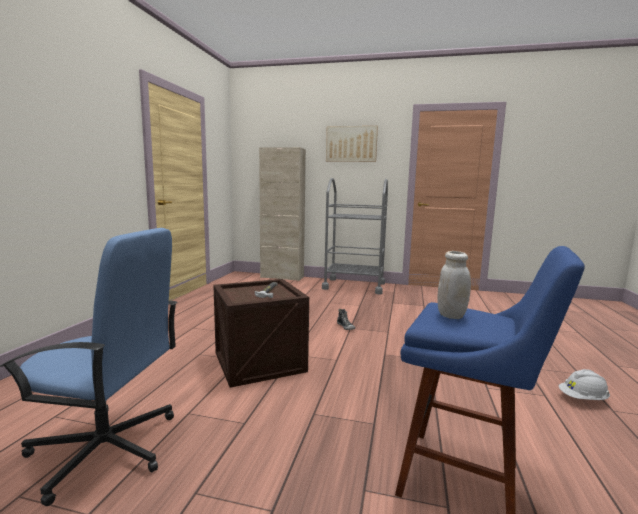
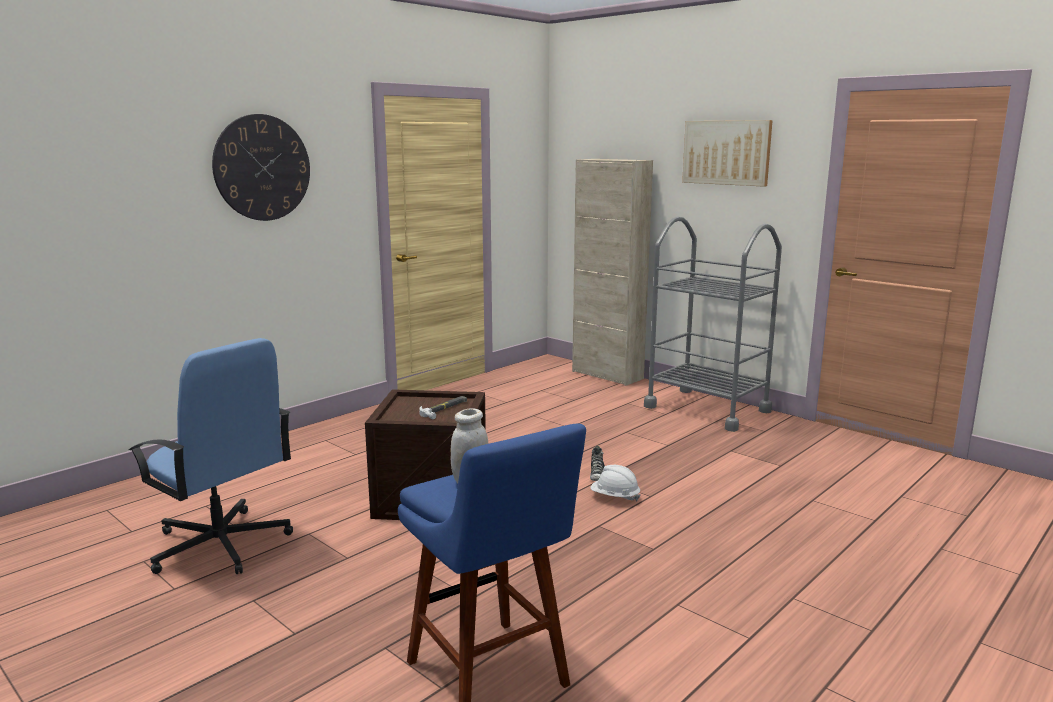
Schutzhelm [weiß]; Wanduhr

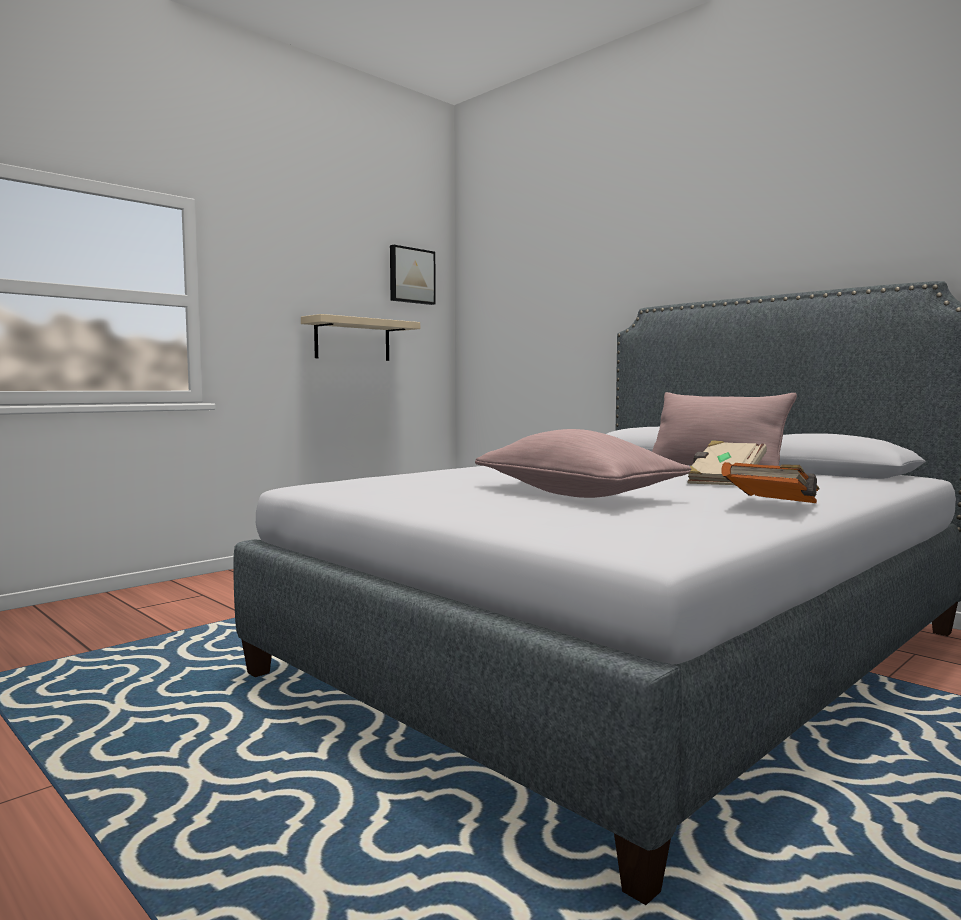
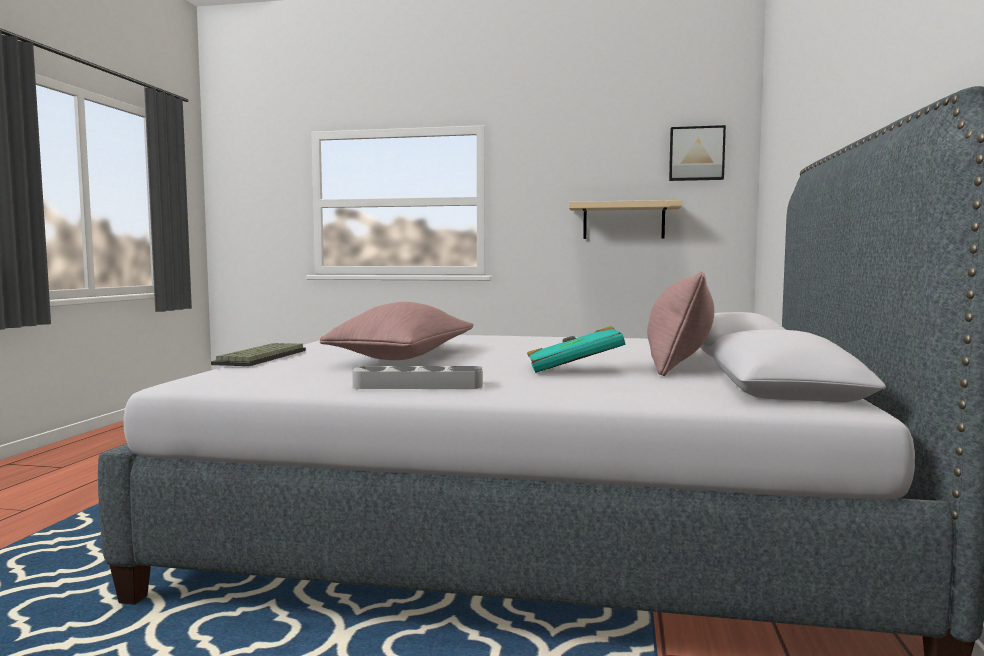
Buch [türkis]; Tablett [grau]; Tastatur

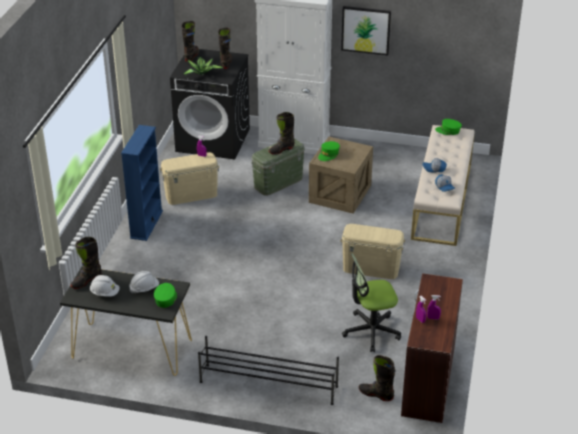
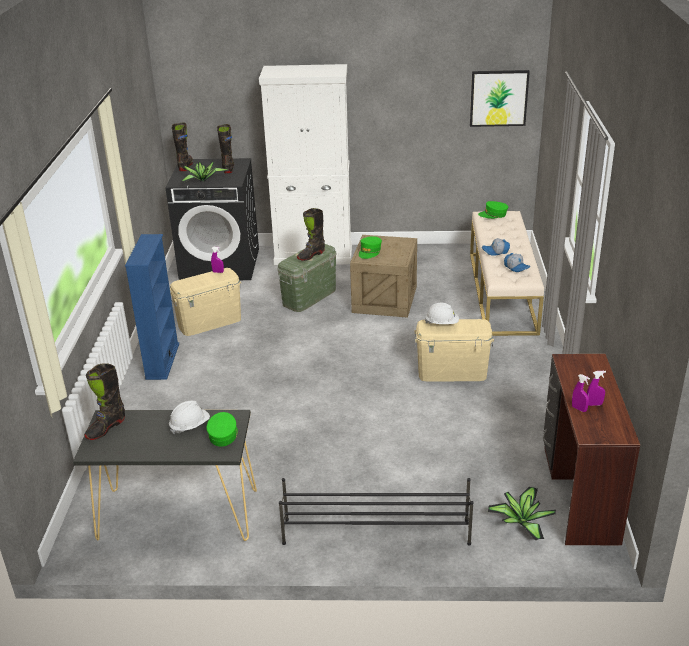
Schutzhelm [weiß] (no. 2 from left); Bild; Bürostuhl; Topfpflanze (no. 2 from left)

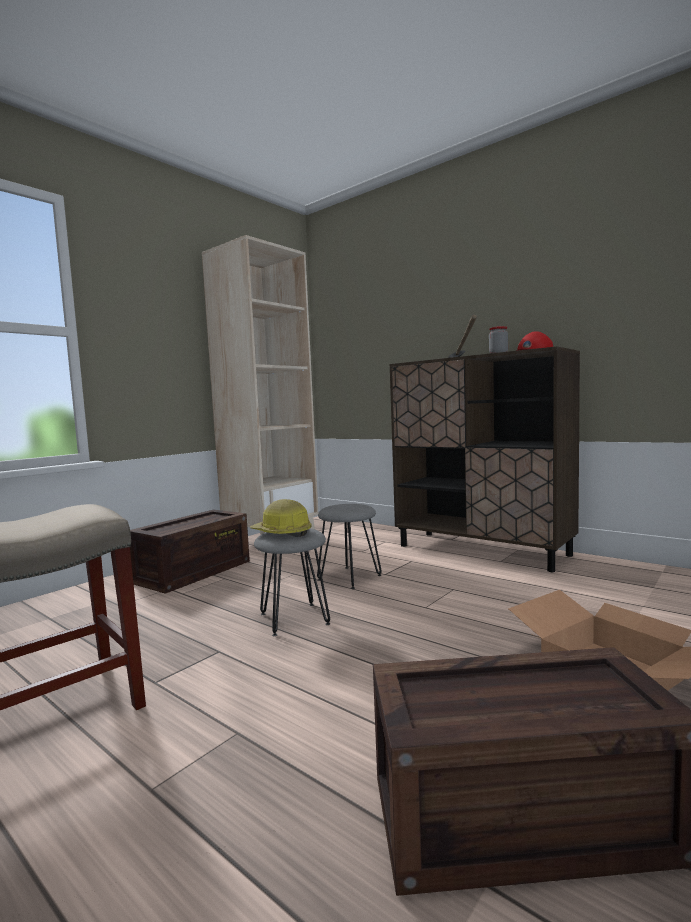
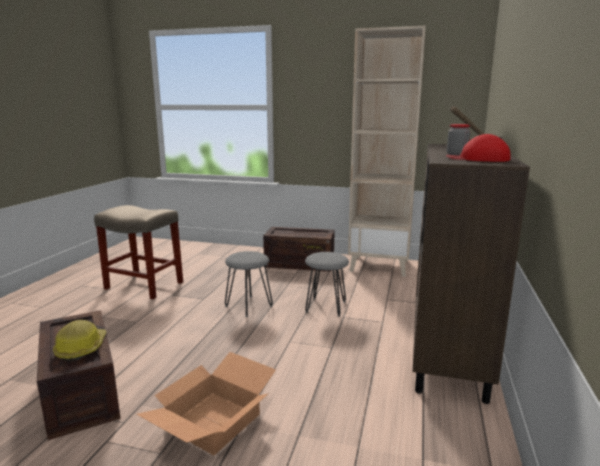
Schutzhelm

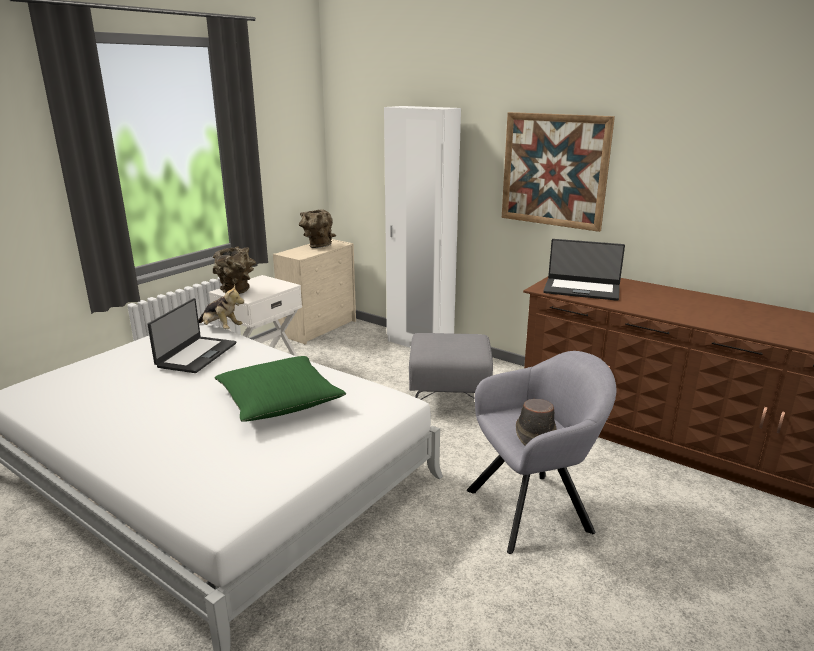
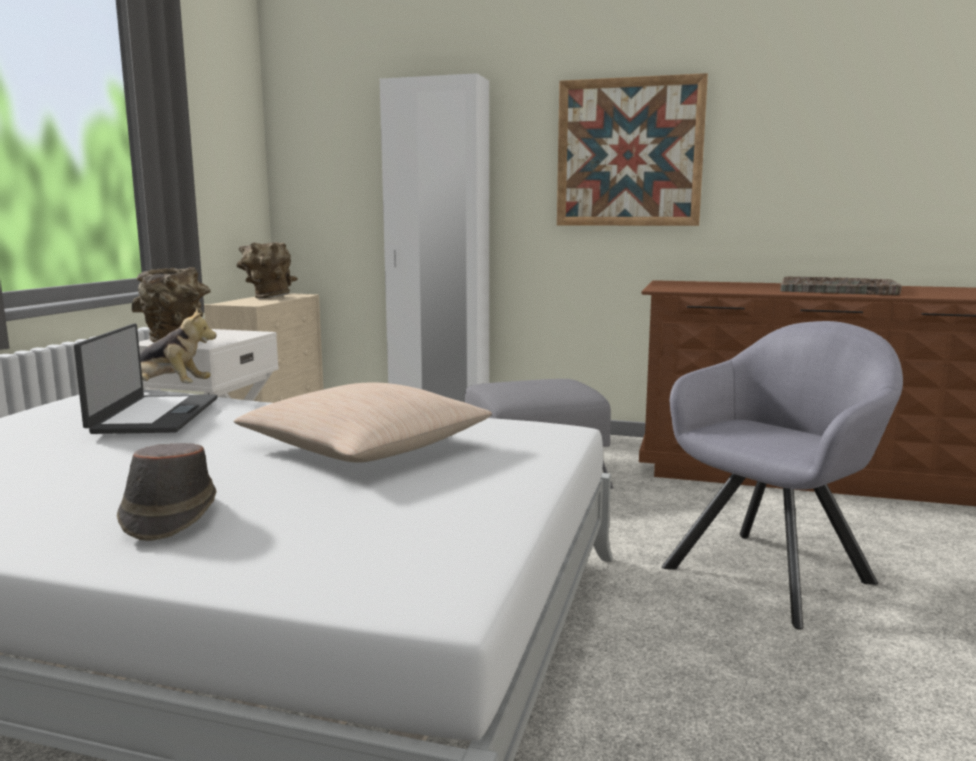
Kissen [beige]; Hut [braun]; Laptop (no. 2 from left in the first image); Tablett [grau]

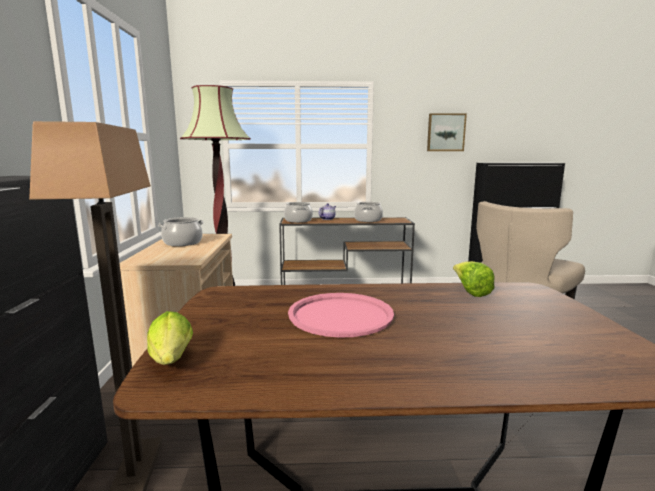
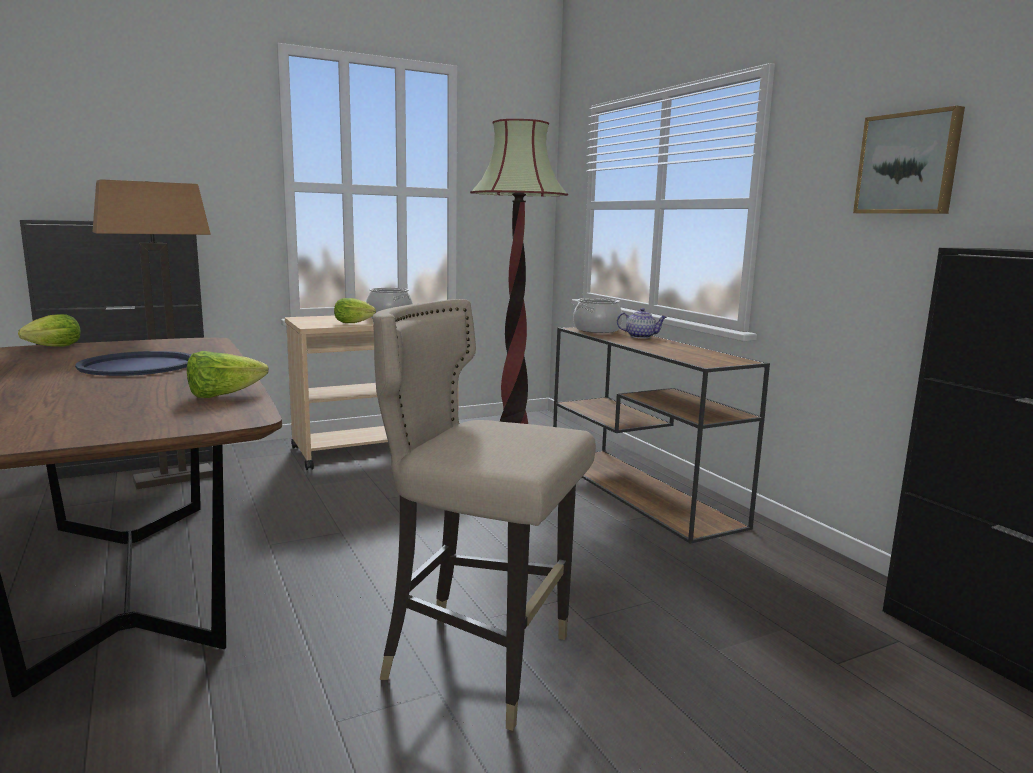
Tablett [blau]; Kochtopf (no. 3 from left in the first image); Salatkopf (no. 3 from left)

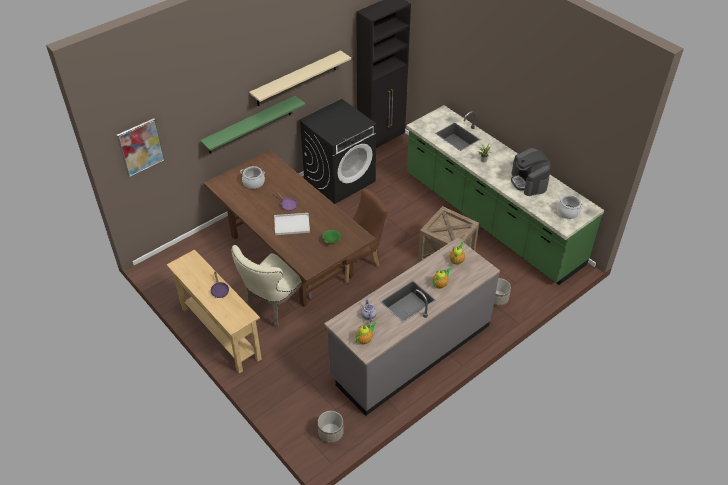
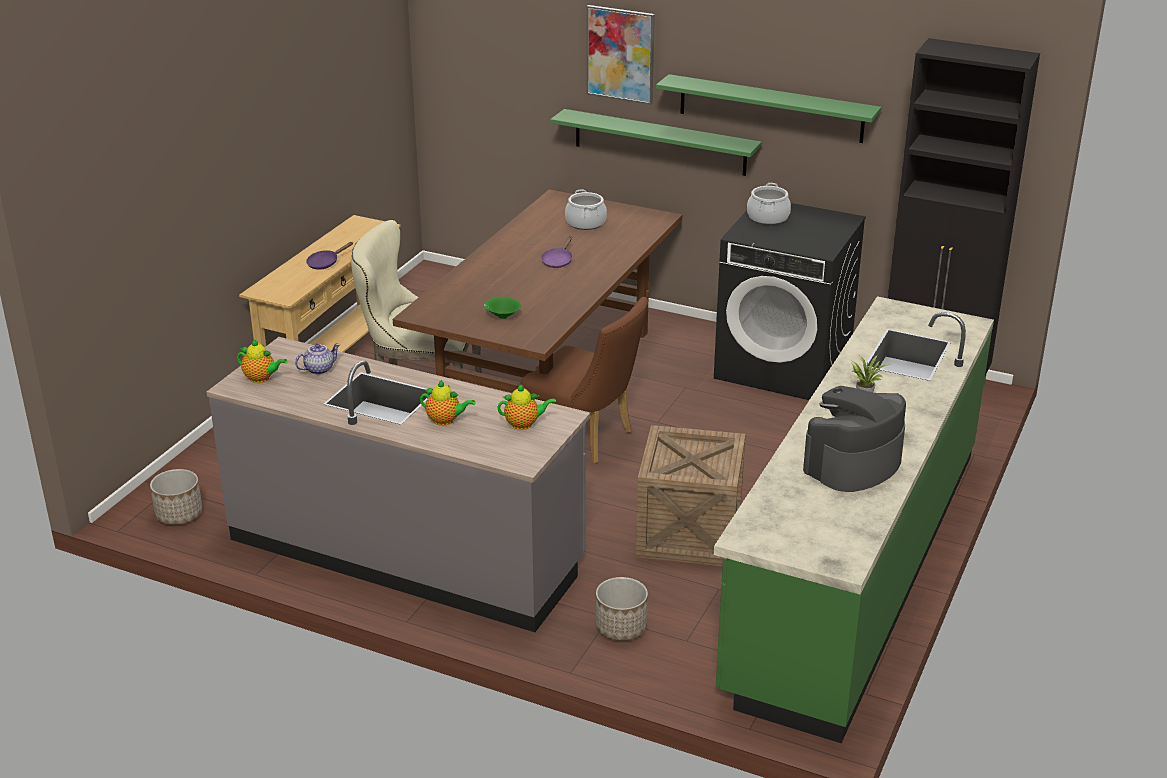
Bild; Wandregal [grün] (no. 2 from left); Tablett [weiß]; Kochtopf (no. 2 from left)

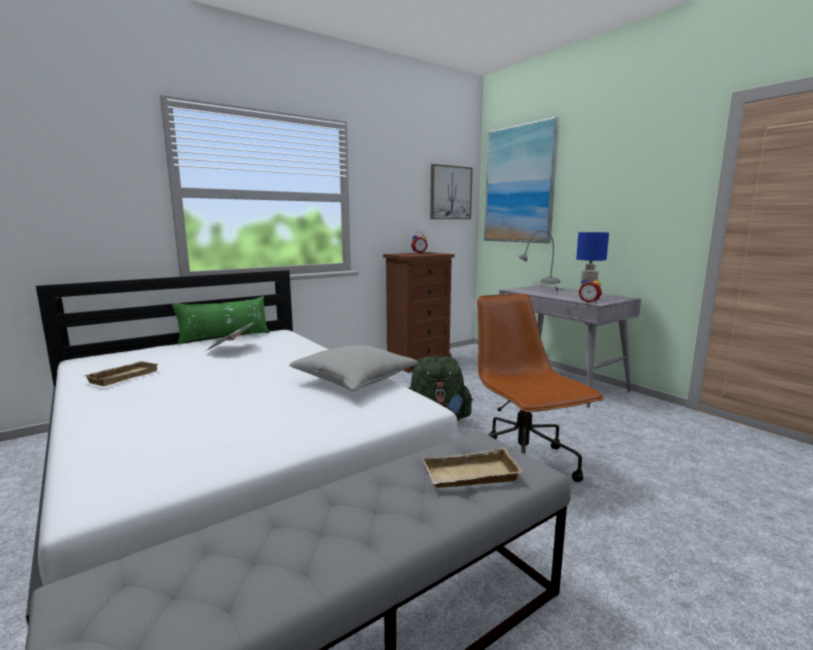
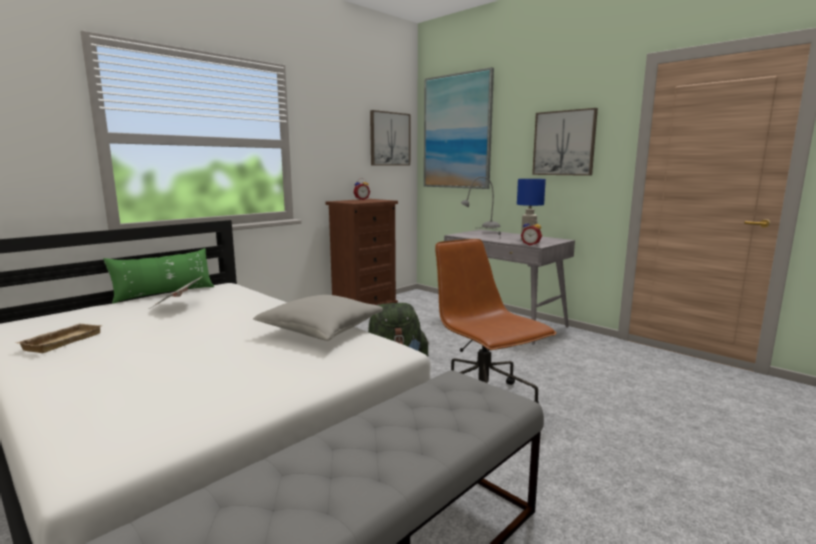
Tablett [beige] (no. 2 from left in the first image); Bild (no. 3 from left)

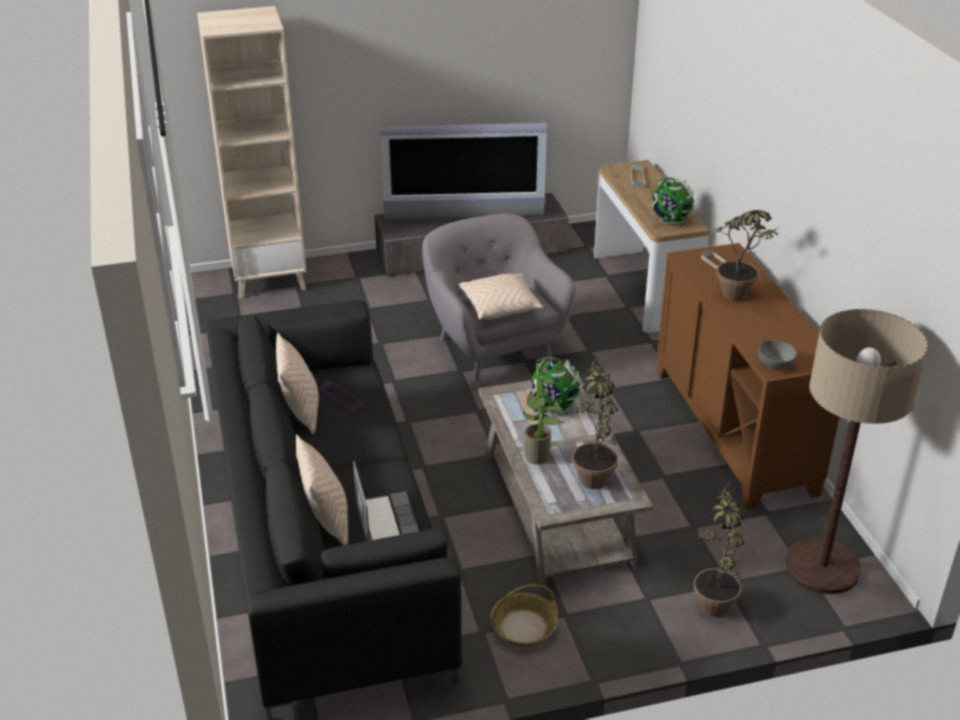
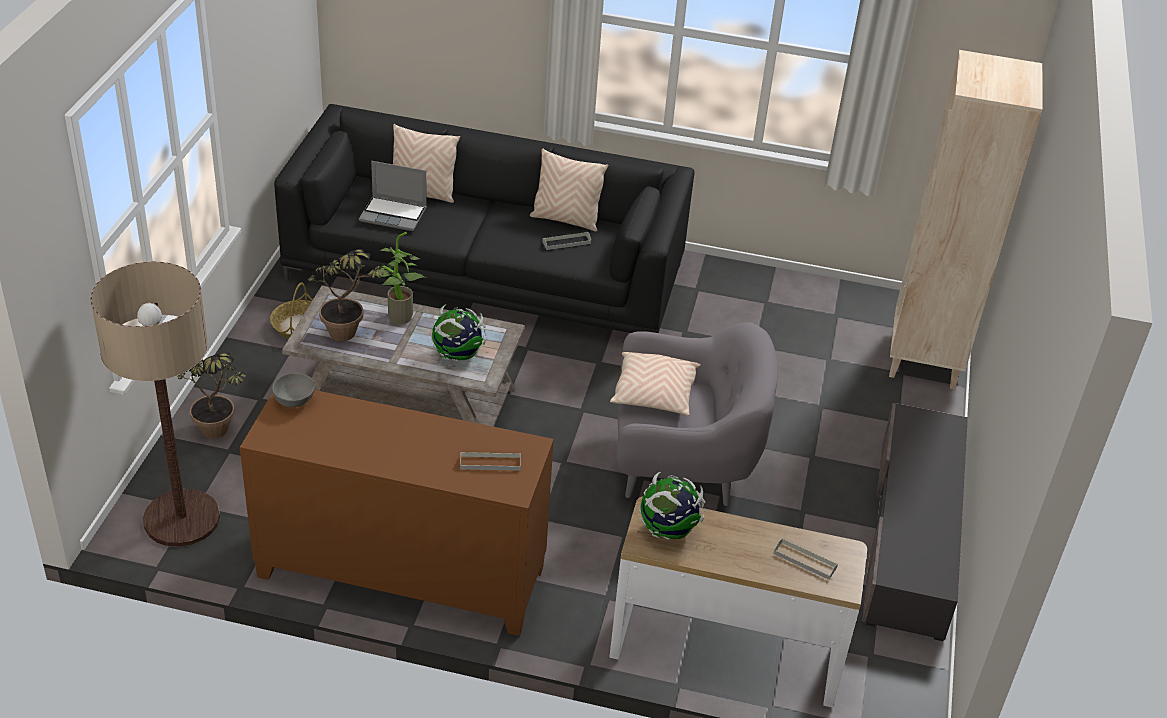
Tablett [grau] (no. 2 from left); Fernseher; Topfpflanze (no. 4 from left in the first image)

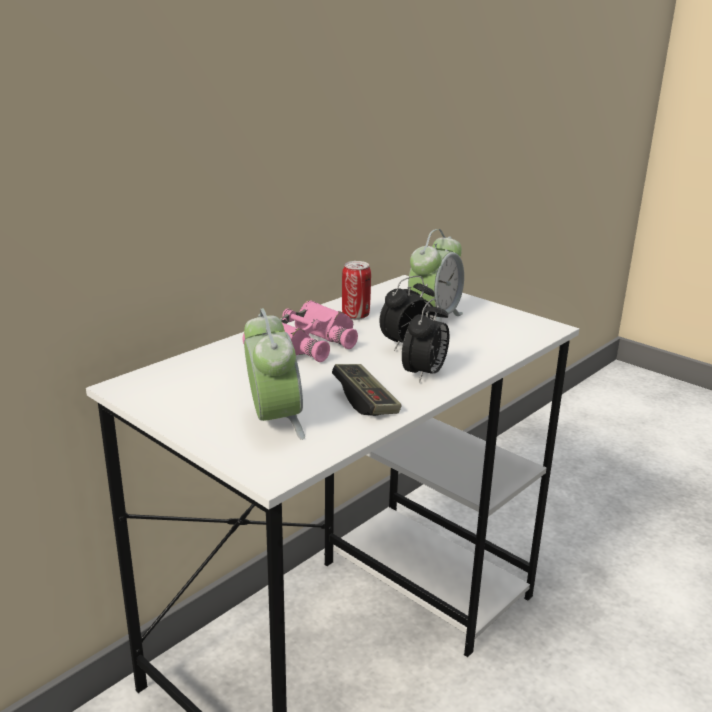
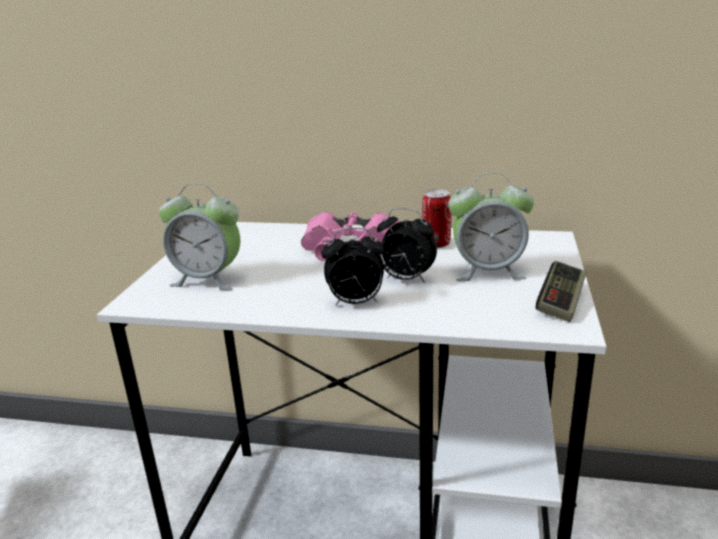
Wecker (no. 1 from left); Gamepad

